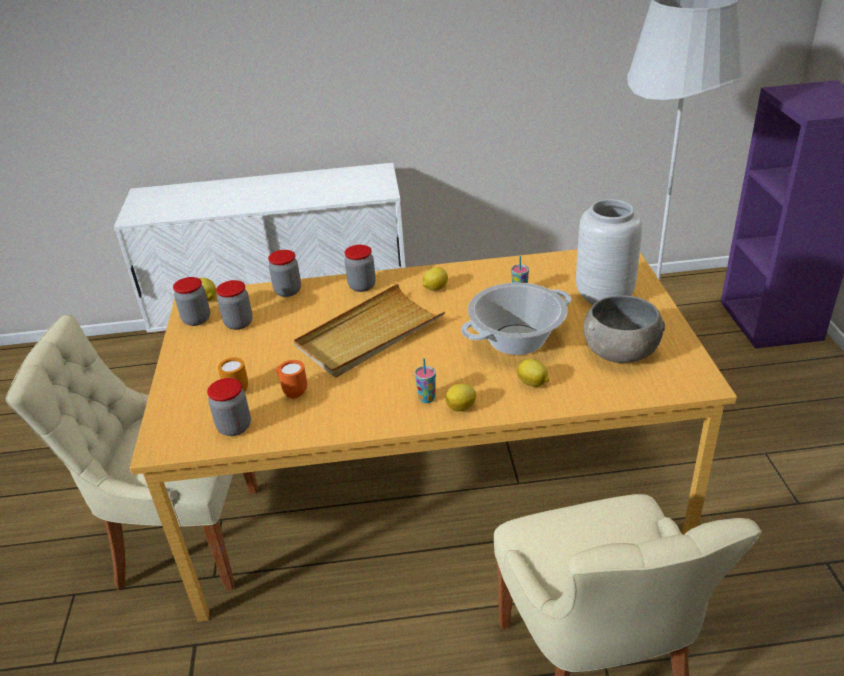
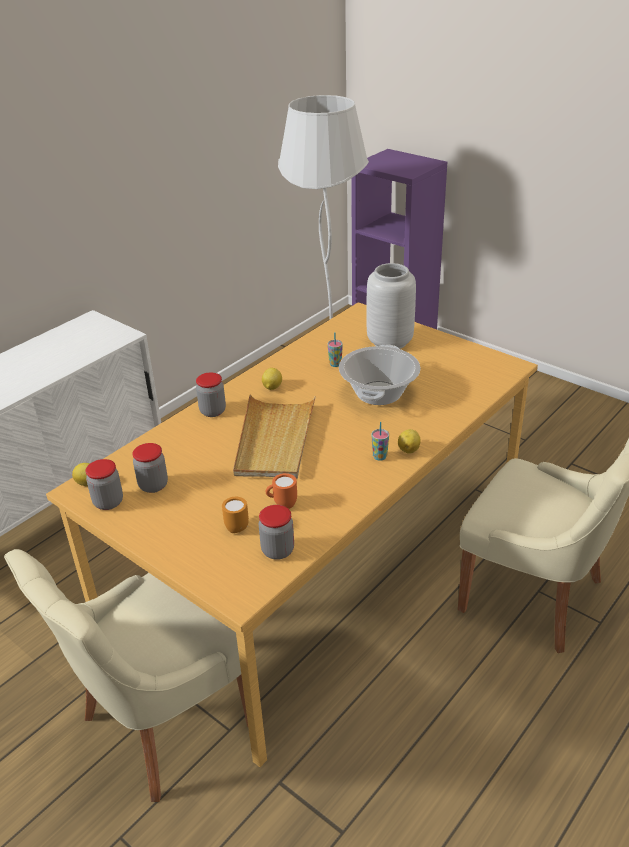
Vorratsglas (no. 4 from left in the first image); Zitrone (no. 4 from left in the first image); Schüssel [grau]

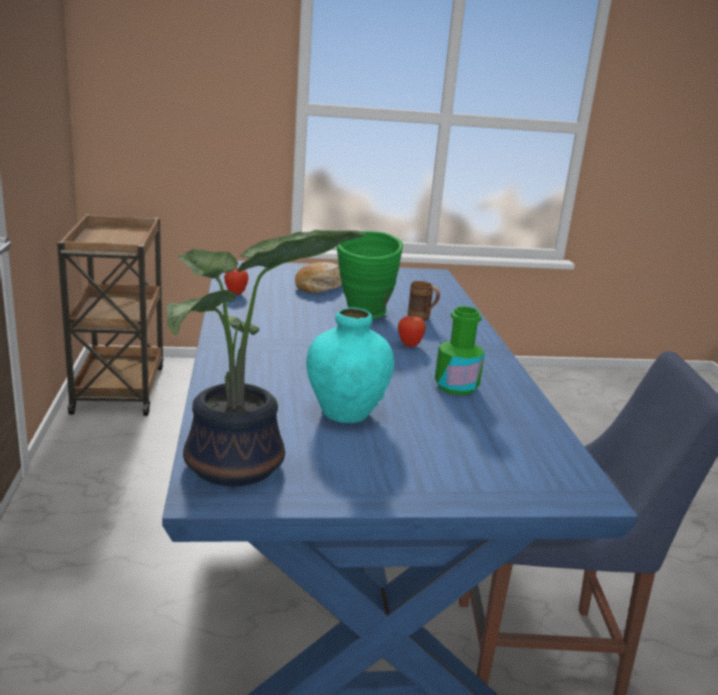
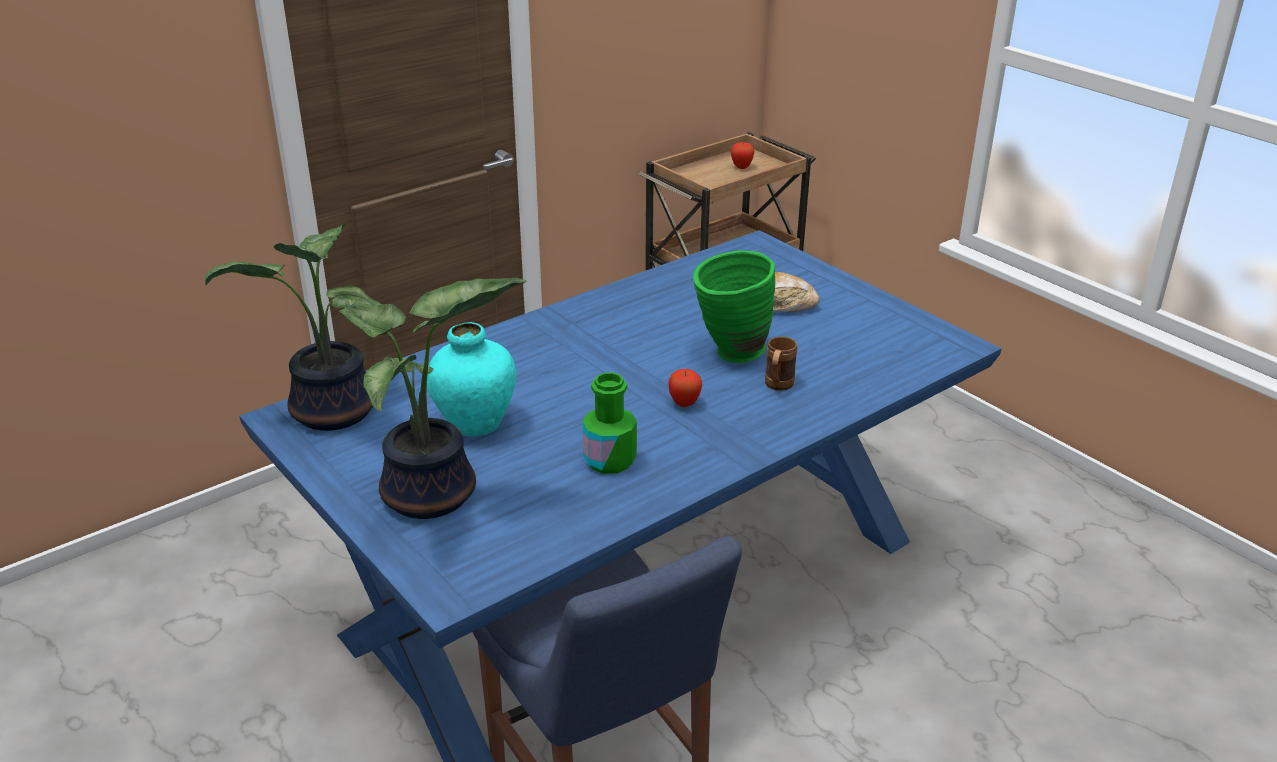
Apfel (no. 2 from left); Topfpflanze (no. 2 from left)

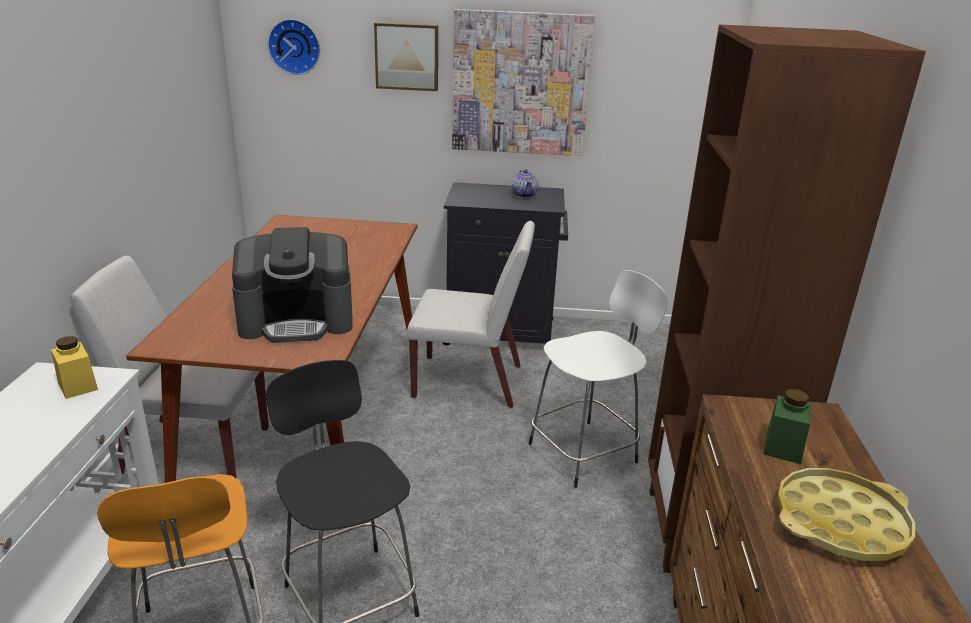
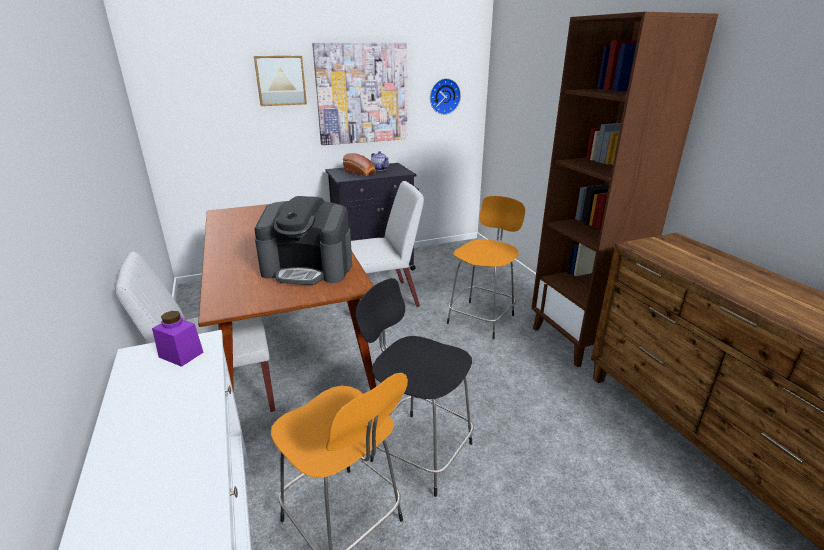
Vorratsglas [lila]; Kaffeemaschine; Wanduhr; Hocker [orange] (no. 2 from left); Vorratsglas [grün]; Tablett [gelb]; Brot

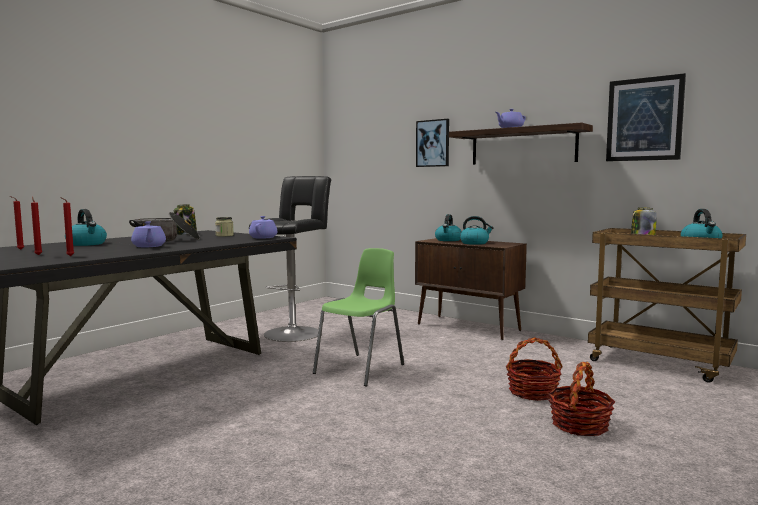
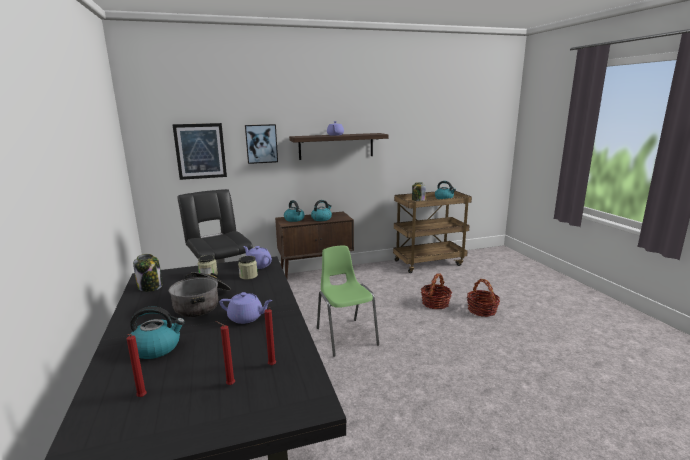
Bild (no. 1 from left); Vorratsglas (no. 3 from left)

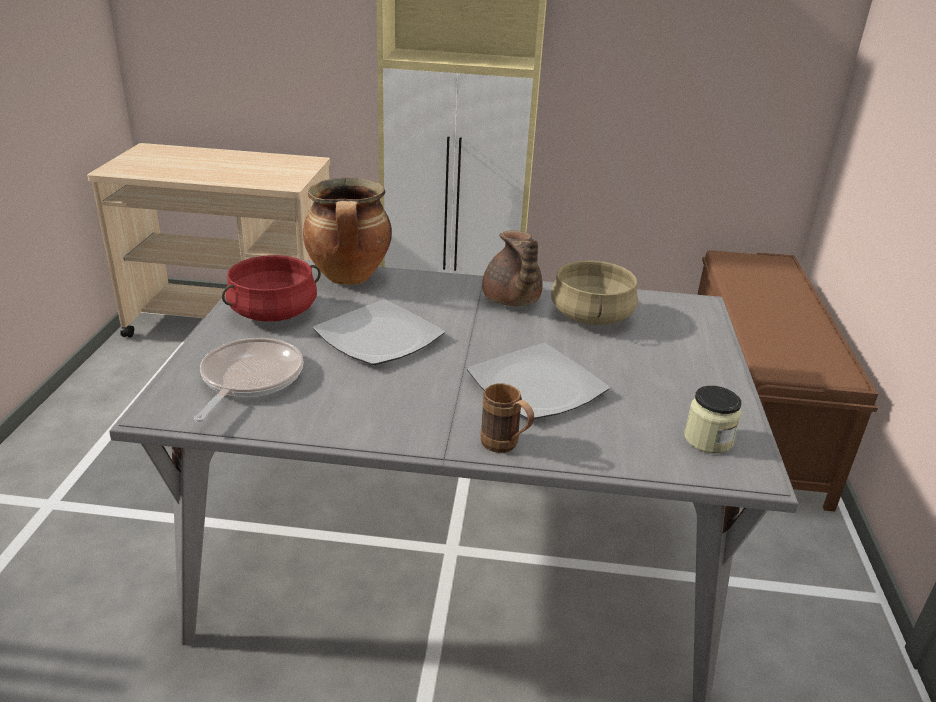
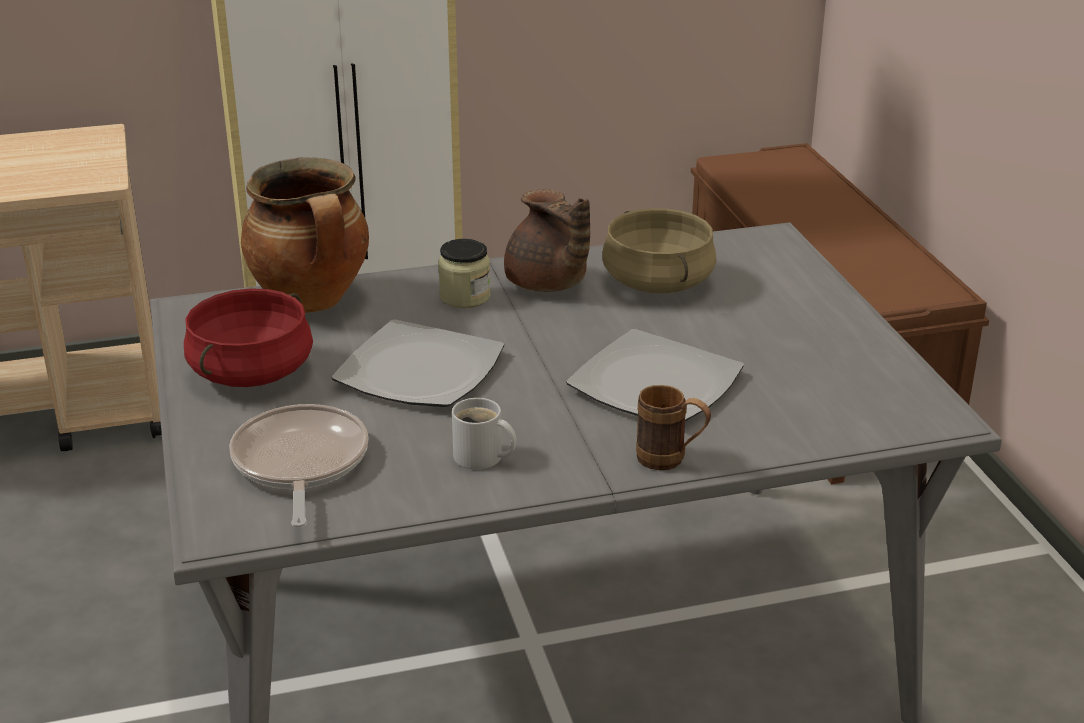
Vorratsglas; Henkelbecher [weiß]

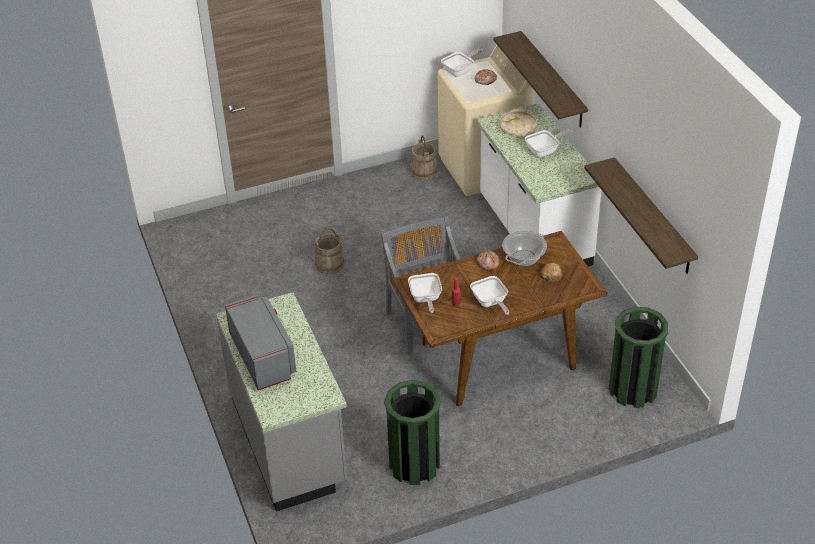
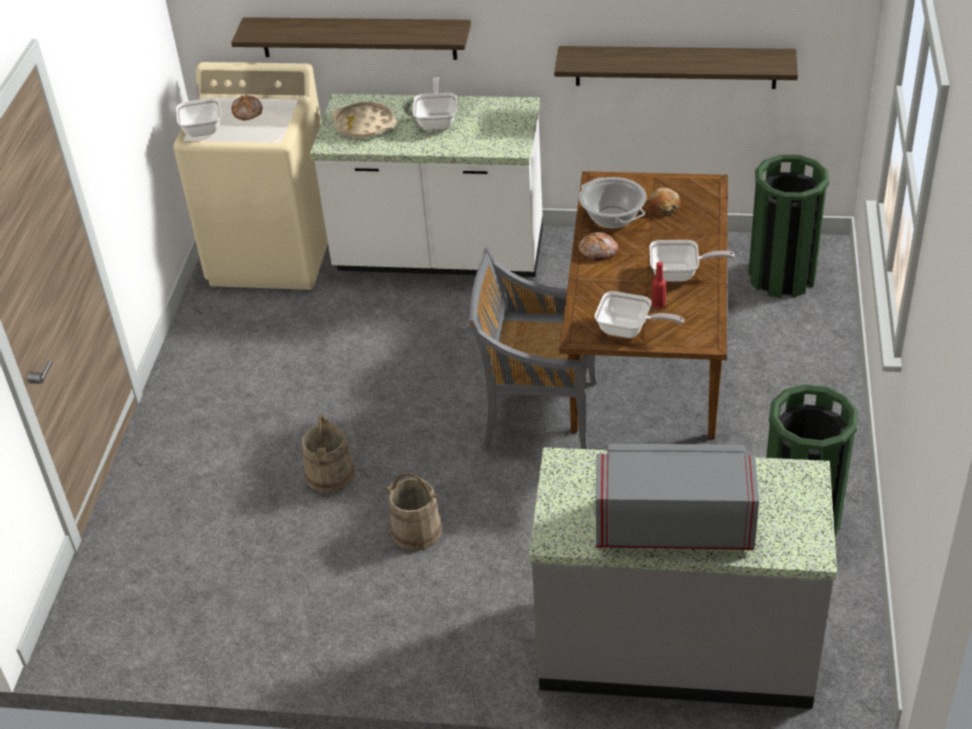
Eimer [beige] (no. 2 from left)

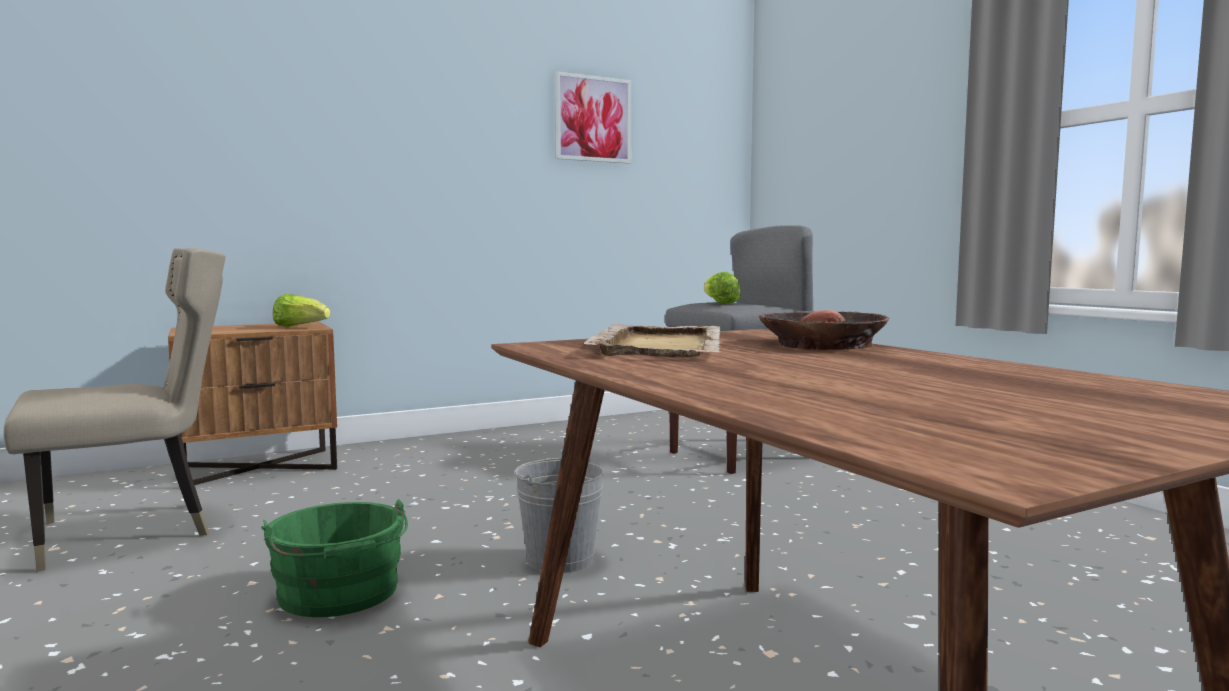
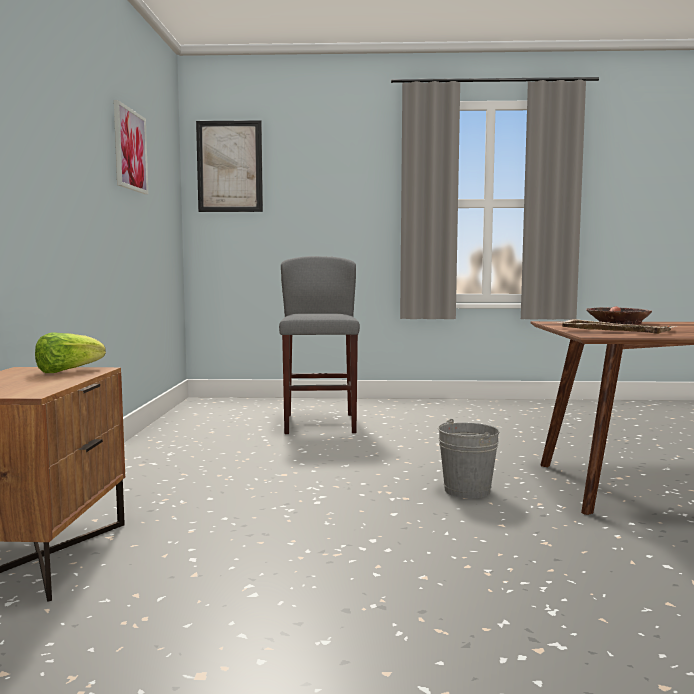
Stuhl [beige]; Eimer [grün]; Salatkopf (no. 2 from left in the first image); Bild (no. 2 from left)

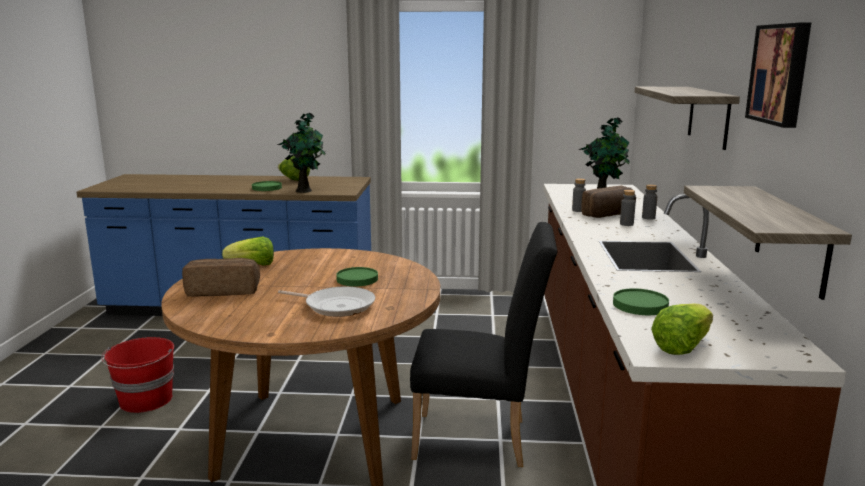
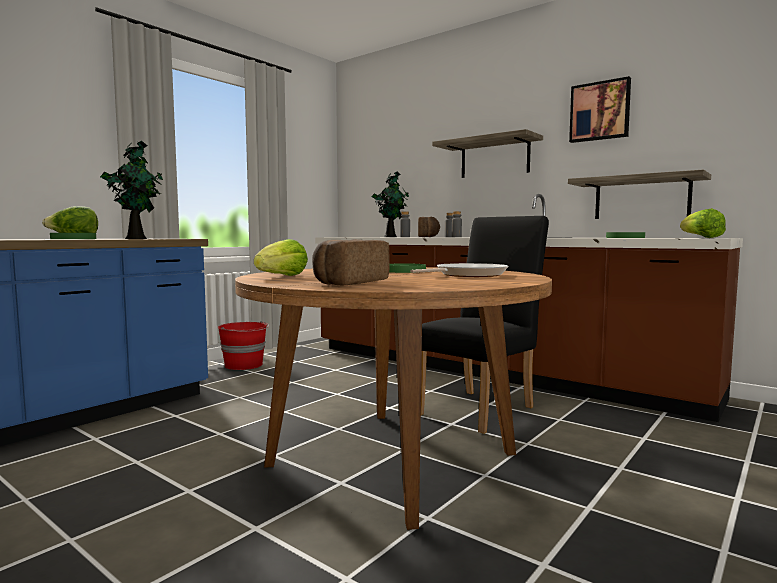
Eimer [rot]

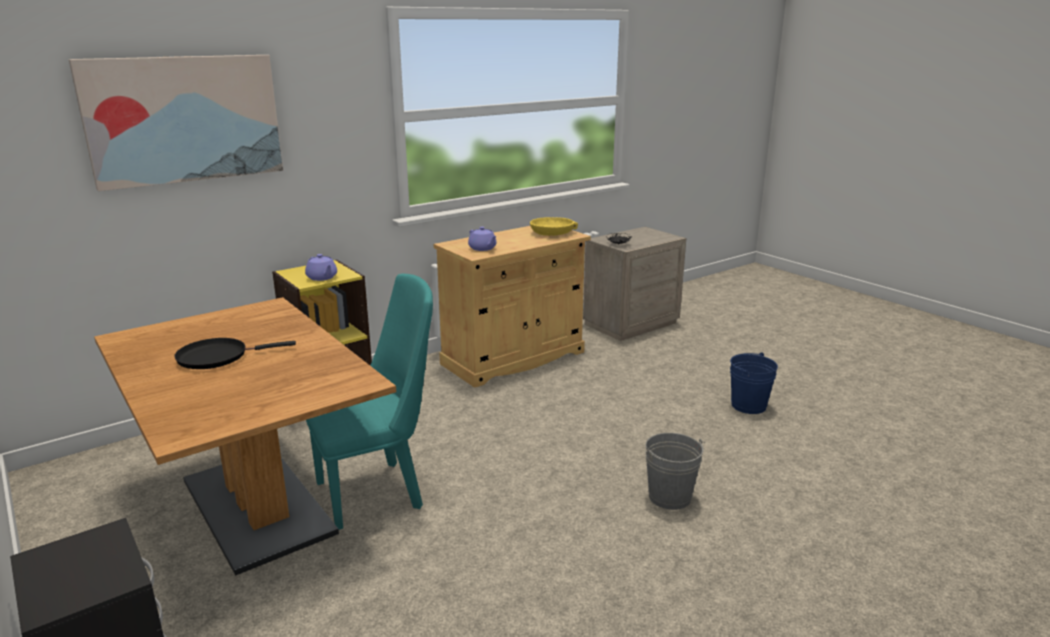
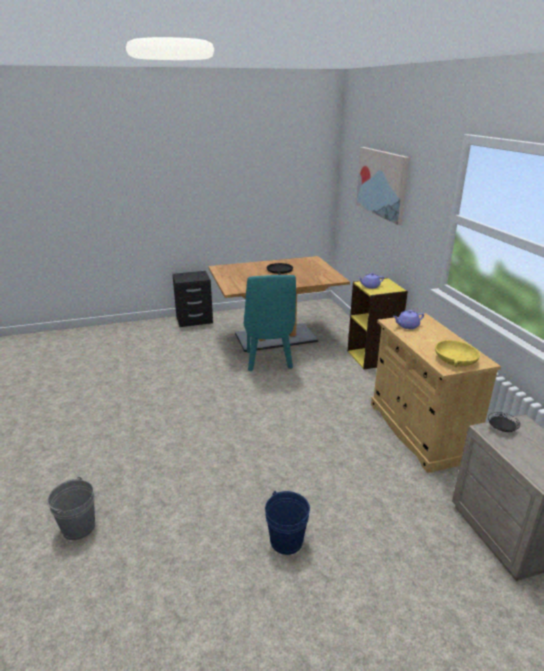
Eimer [grau]

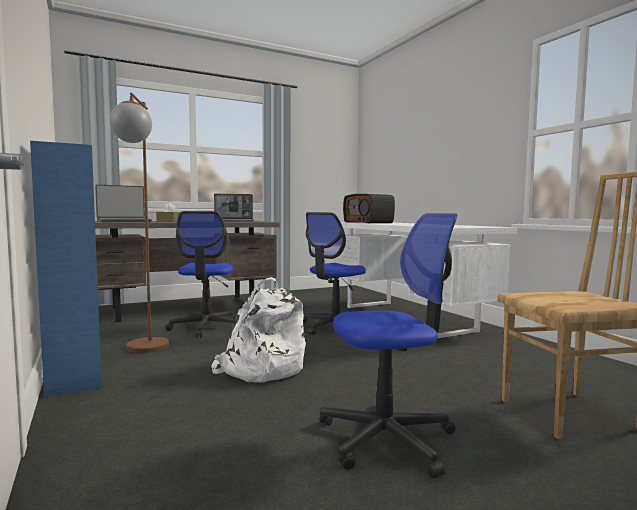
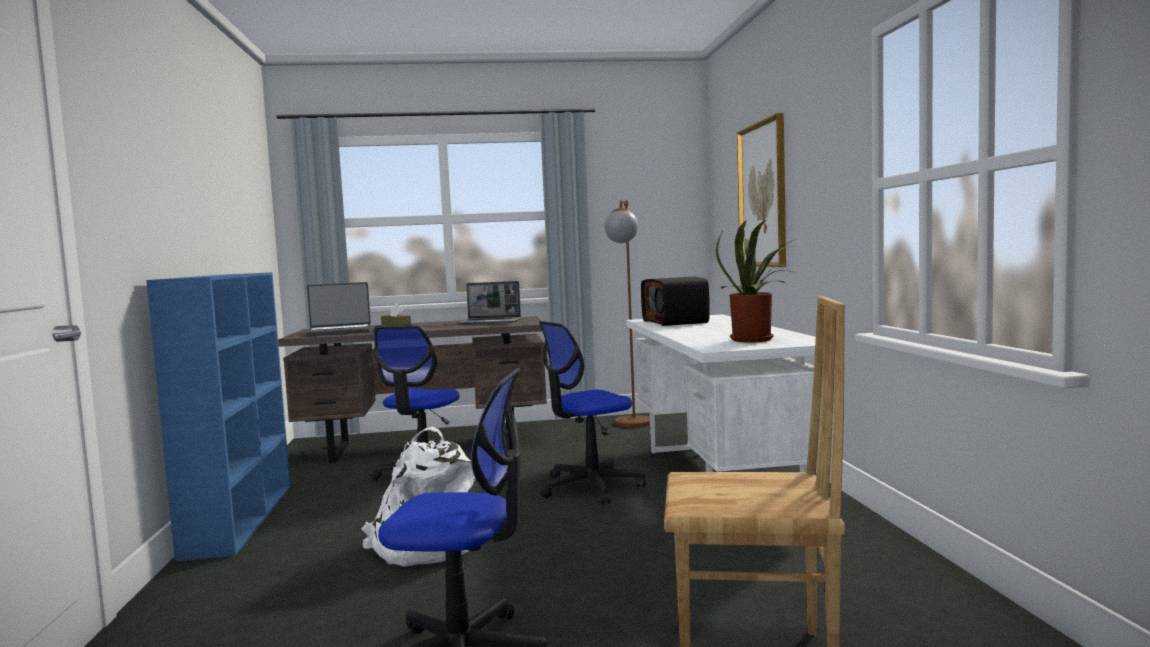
Stehlampe [braun]; Topfpflanze; Bild

